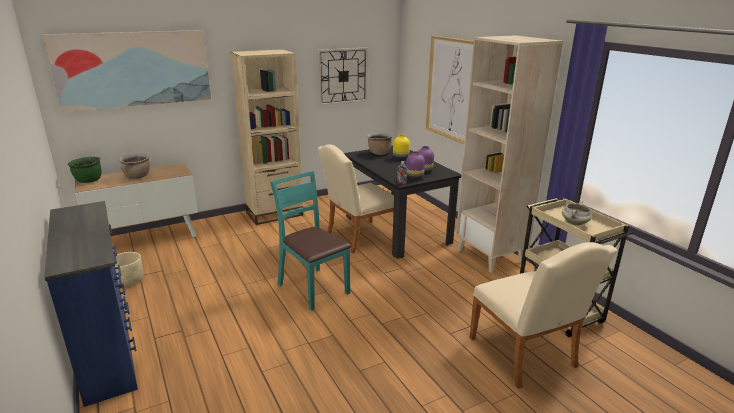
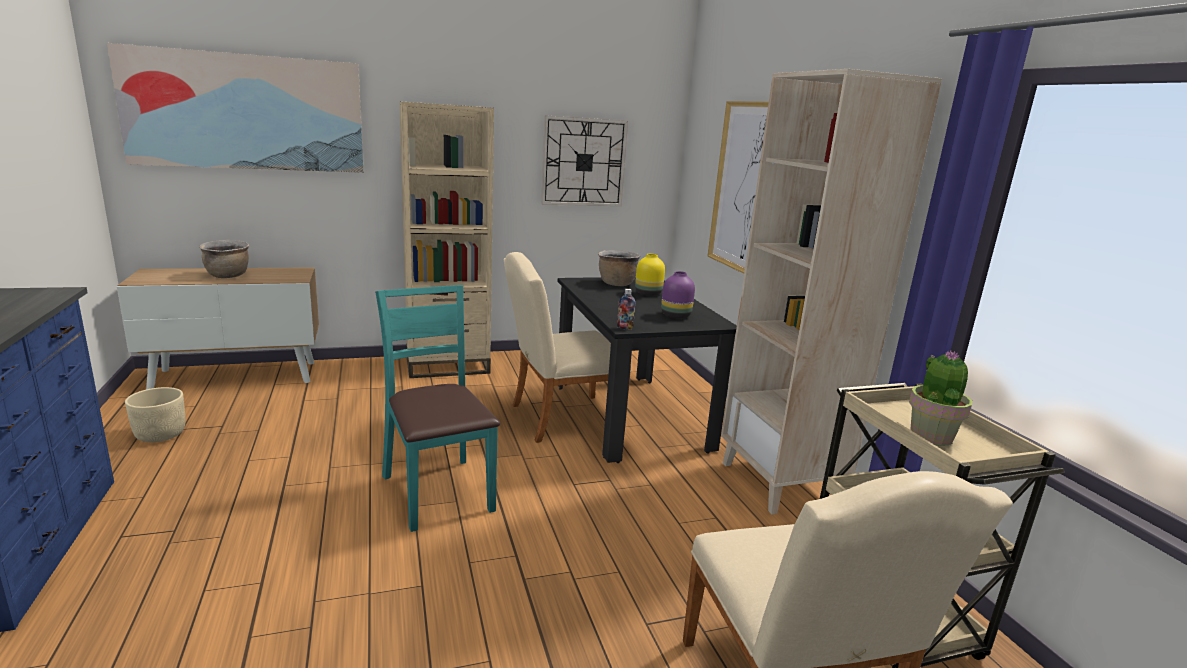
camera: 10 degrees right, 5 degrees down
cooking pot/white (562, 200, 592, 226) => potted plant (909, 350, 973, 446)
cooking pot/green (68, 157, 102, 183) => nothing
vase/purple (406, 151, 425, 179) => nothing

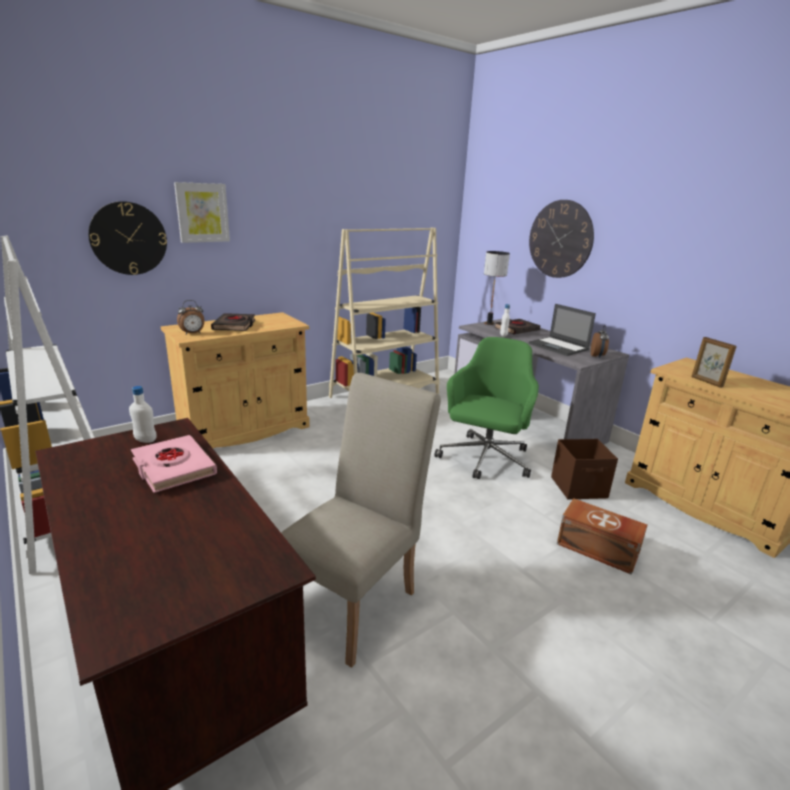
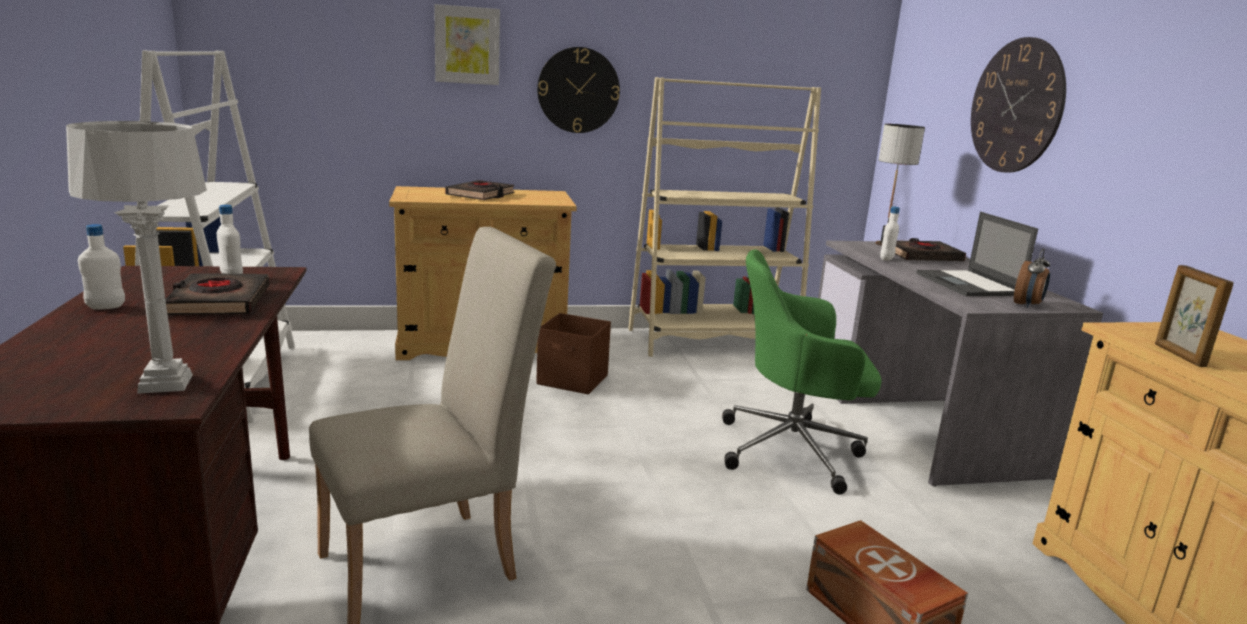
camera: 25 degrees right, 5 degrees down
nothing => table lamp/grey (66, 121, 207, 394)
nothing => bottle/white (78, 224, 125, 309)
book/pink (131, 435, 217, 493) => book/black (165, 273, 270, 315)
storage box/brown (551, 439, 618, 499) => storage box/brown (536, 313, 611, 394), relocated
wall clock (88, 201, 167, 275) => wall clock (537, 47, 620, 133), relocated
office chair/green (434, 337, 539, 479) => office chair/green (722, 250, 882, 494), 135 degrees counterclockwise
alarm clock (177, 300, 204, 335) => nothing

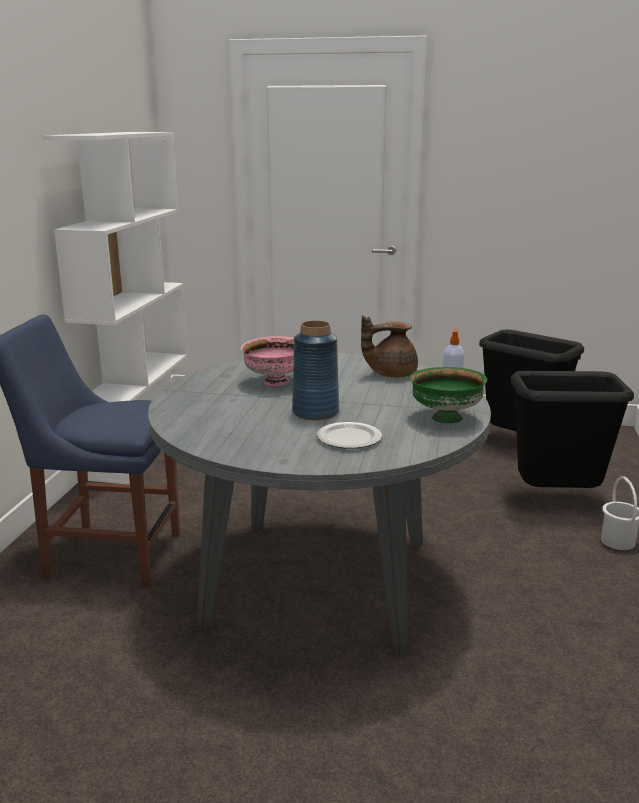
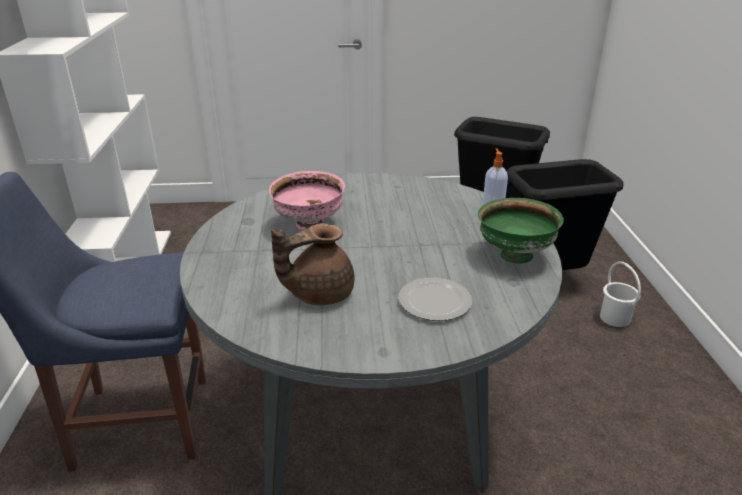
camera: 15 degrees left, 10 degrees up
teapot/brown (361, 316, 418, 377) => teapot/brown (271, 223, 355, 305), relocated
vase/blue (292, 321, 339, 420) => nothing

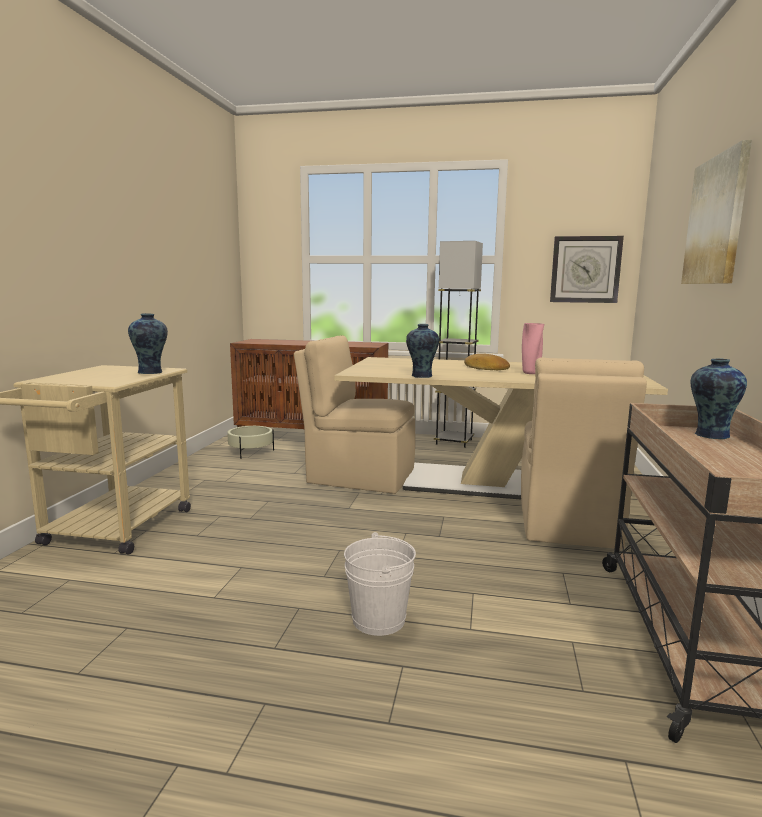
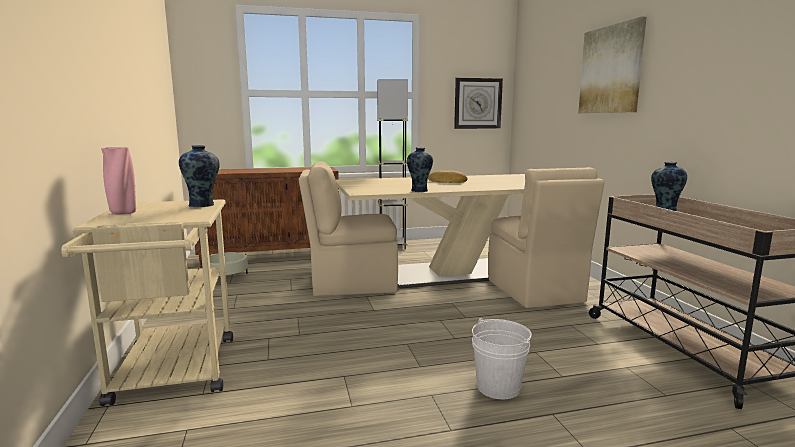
camera: 25 degrees left, 0 degrees up
vase/pink (522, 323, 545, 374) => vase/pink (101, 147, 136, 214), relocated

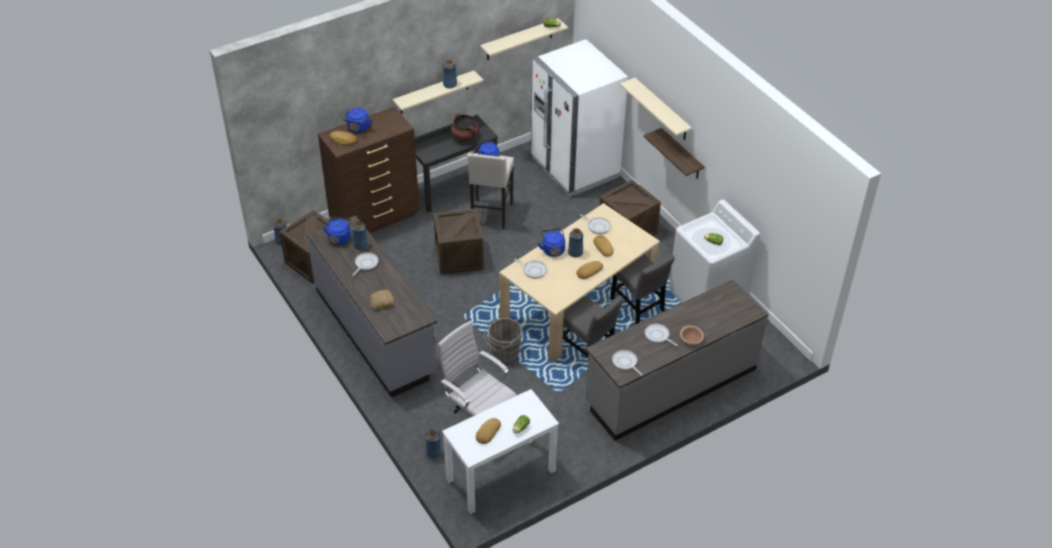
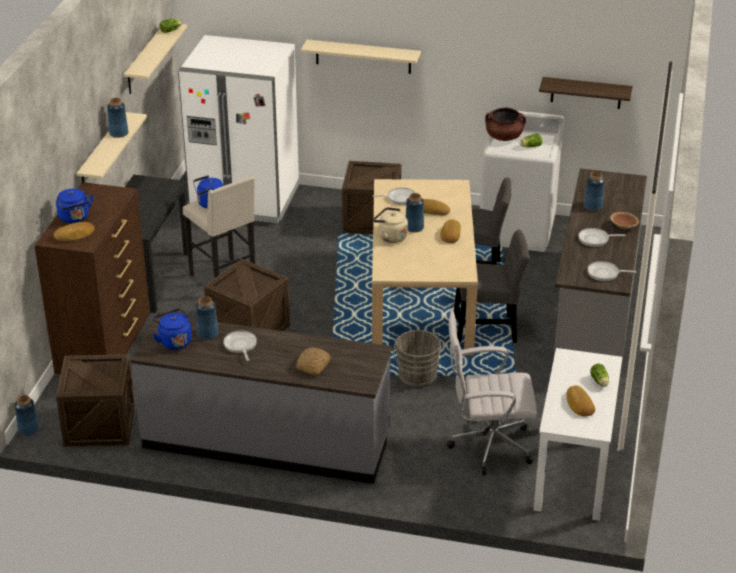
camera: 45 degrees left, 10 degrees down
kettle/blue (538, 228, 565, 257) => kettle/beige (373, 207, 408, 243)
cooking pot/brown (451, 114, 479, 142) => cooking pot/brown (485, 107, 526, 141), relocated
shelf (643, 128, 705, 179) => shelf (539, 77, 633, 109), relocated
vase/blue (425, 429, 442, 459) => vase/blue (584, 172, 605, 211), relocated
frying pan (514, 259, 547, 279) => nothing

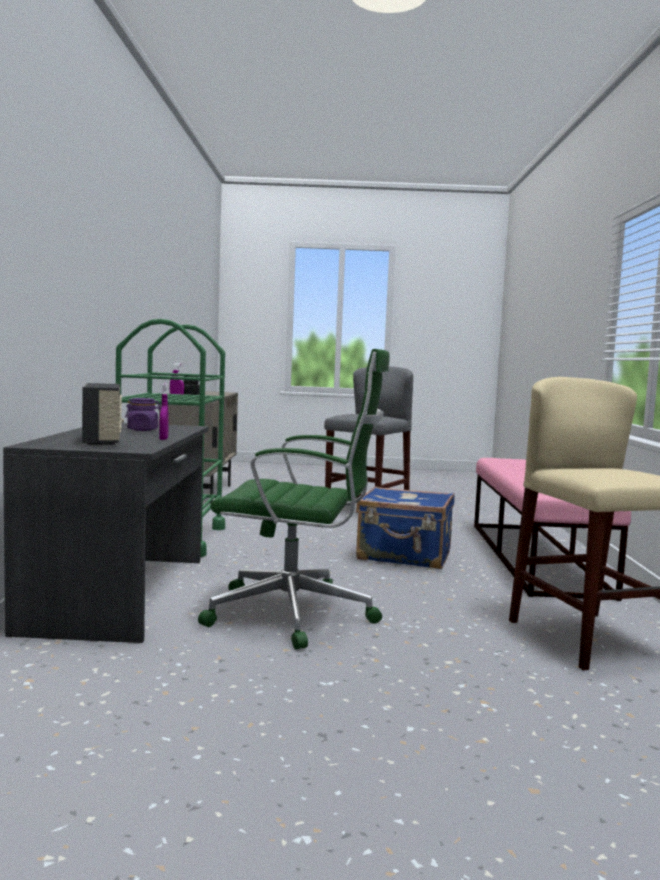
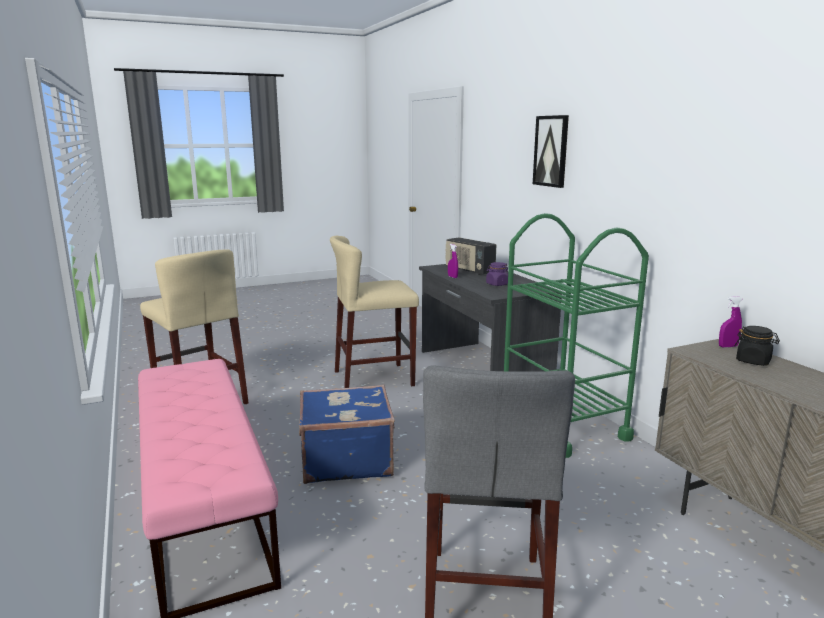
camera: 155 degrees right, 10 degrees up
office chair/green (198, 349, 390, 649) => stool/beige (330, 236, 419, 388)
nothing => picture (533, 115, 569, 188)

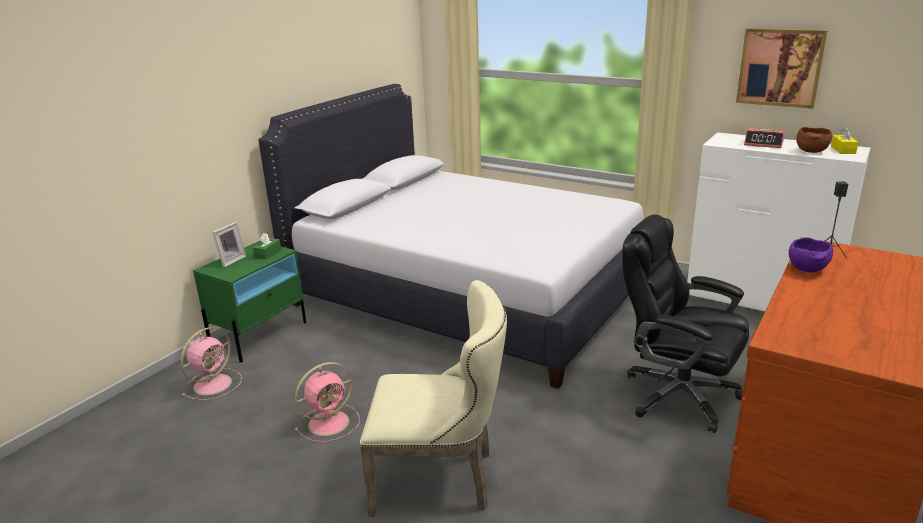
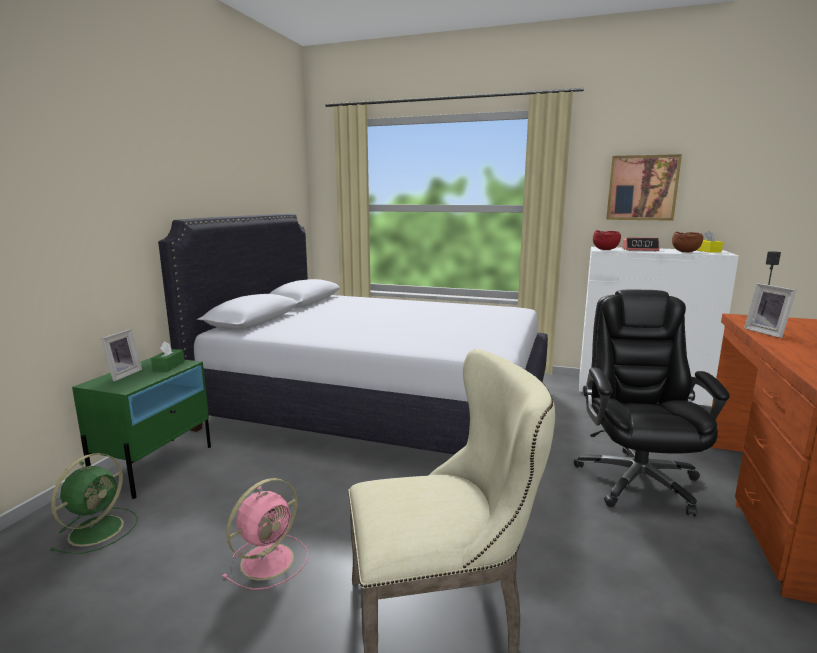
camera: 15 degrees left, 10 degrees down
fan/pink (180, 327, 242, 400) => fan/green (49, 453, 138, 554)
office chair/black (622, 214, 749, 433) => office chair/black (574, 289, 730, 516), 75 degrees clockwise
nothing => bowl/red (593, 230, 621, 250)
bowl/purple (789, 237, 833, 272) => picture frame (744, 283, 797, 338)

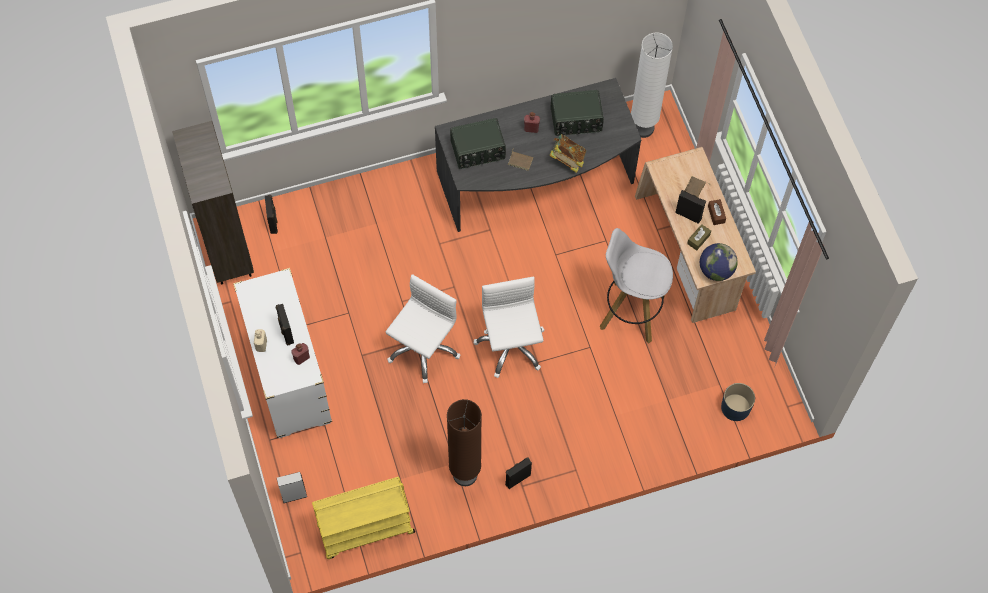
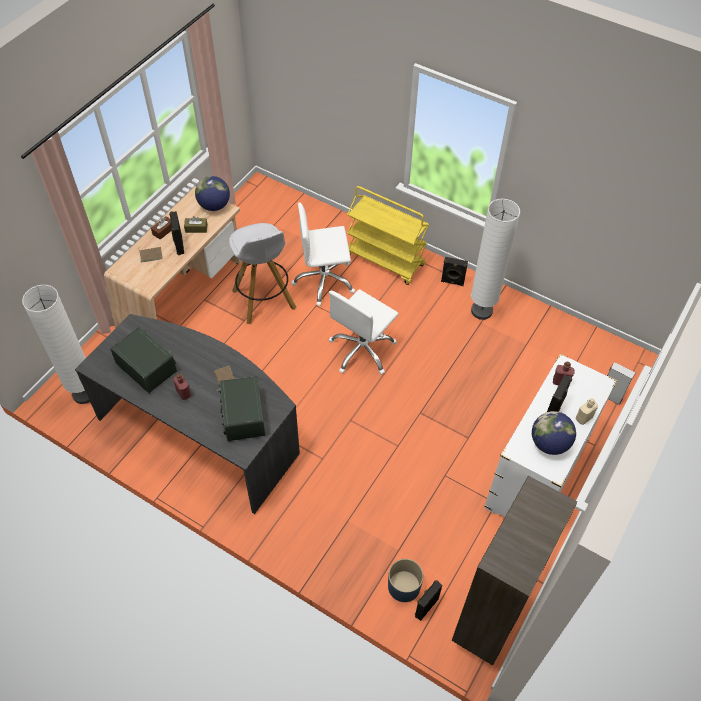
camera: 130 degrees left, 10 degrees down
radio (450, 118, 506, 169) => radio (217, 376, 265, 441), 135 degrees counterclockwise
office chair/white (386, 274, 460, 383) => office chair/white (291, 202, 355, 306), relocated
cart/yellow (312, 477, 415, 559) => cart/yellow (347, 186, 429, 285), relocated
planter/blue (721, 383, 755, 421) => planter/blue (388, 559, 423, 602), relocated
floor lamp/brown (447, 399, 482, 486) => floor lamp/white (471, 199, 520, 320)
nothing => globe (532, 411, 576, 455)
book (549, 134, 587, 173) => nothing

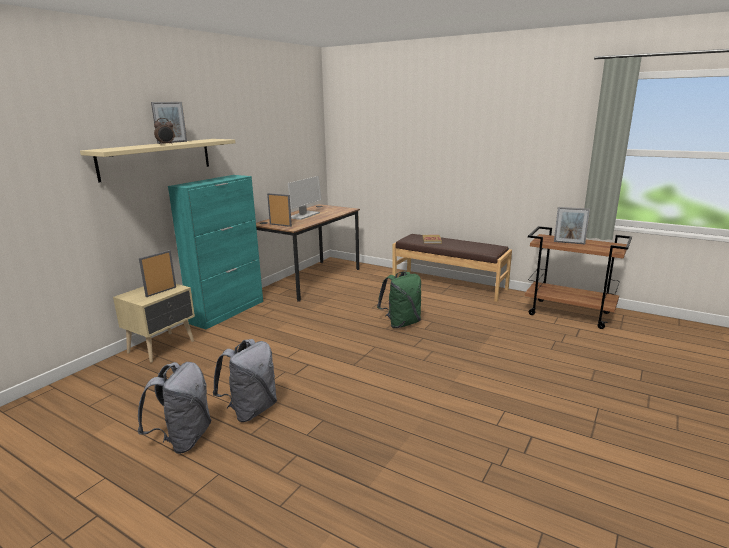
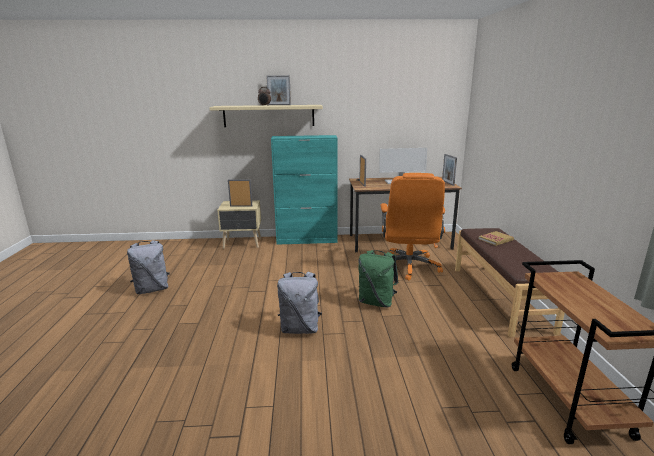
camera: 55 degrees right, 0 degrees up
backpack/grey (213, 339, 277, 422) => backpack/grey (277, 272, 322, 334), relocated
nothing => office chair/orange (380, 173, 445, 280)
picture frame (554, 207, 590, 244) => picture frame (442, 154, 457, 186), relocated

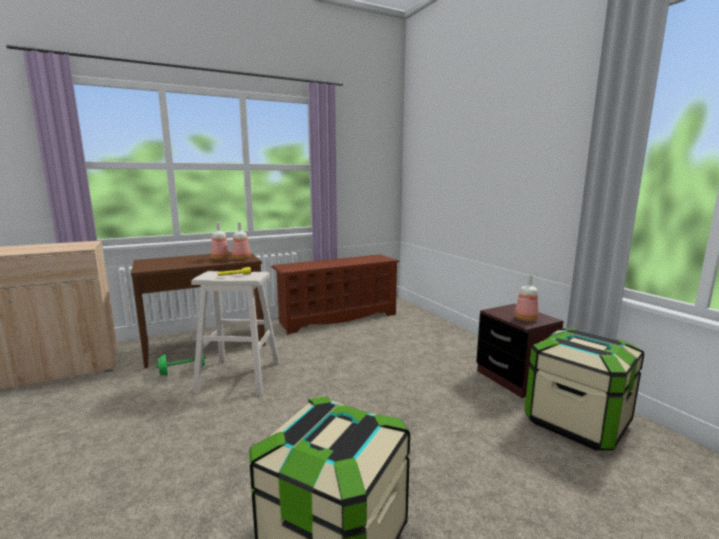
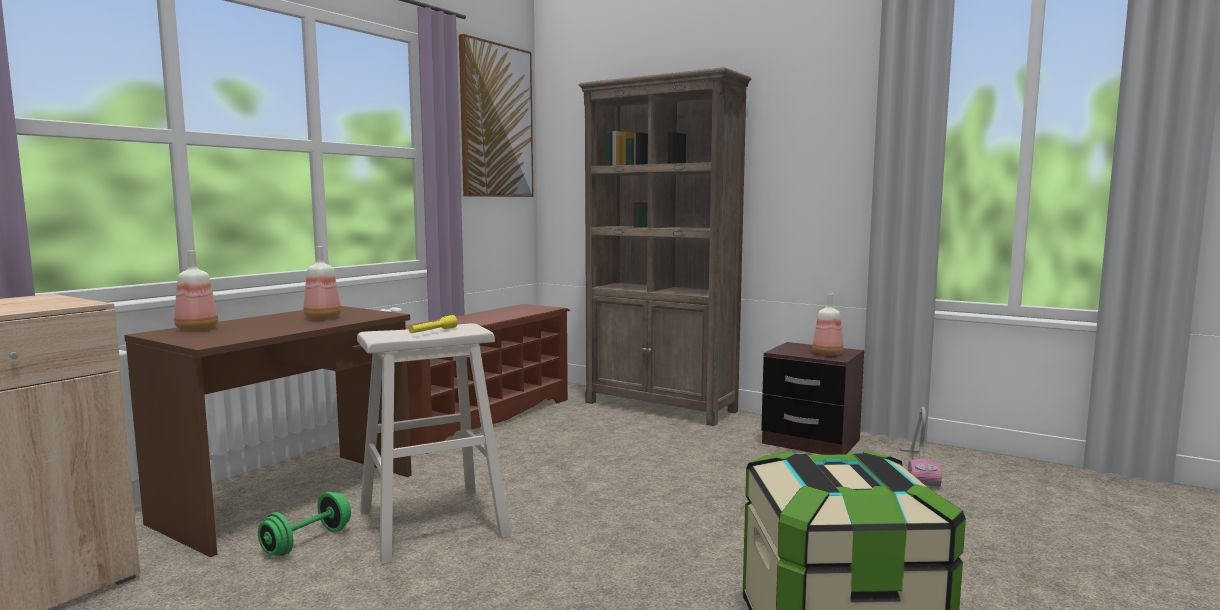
camera: 30 degrees left, 5 degrees down
bottle (232, 222, 251, 260) => bottle (174, 250, 218, 331), relocated
nothing => picture (459, 34, 534, 197)
nothing => bookcase/brown (578, 67, 751, 426)
storage box (524, 329, 644, 451) => vacuum cleaner (900, 407, 942, 487)

